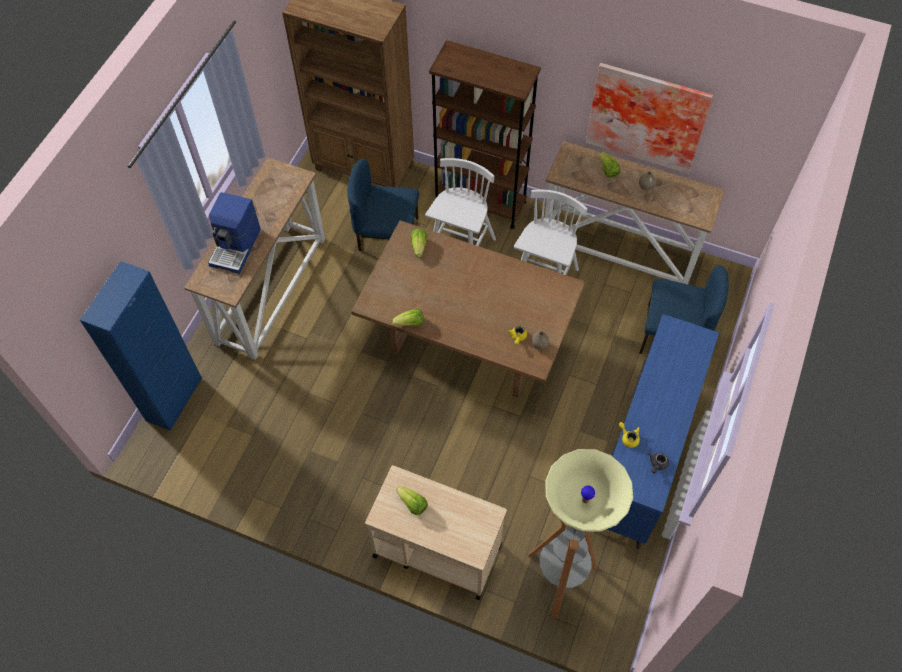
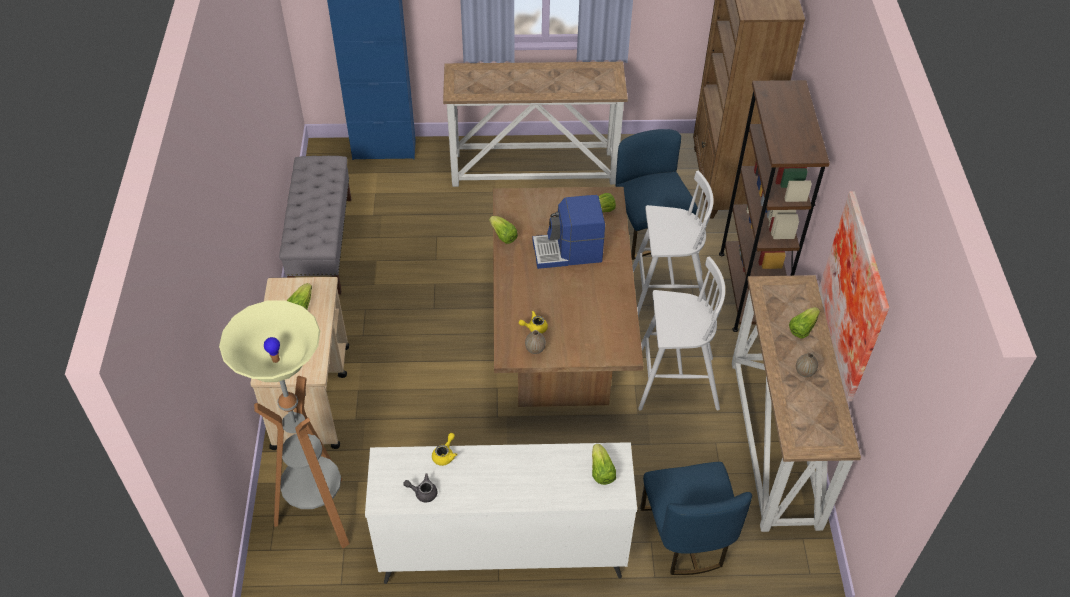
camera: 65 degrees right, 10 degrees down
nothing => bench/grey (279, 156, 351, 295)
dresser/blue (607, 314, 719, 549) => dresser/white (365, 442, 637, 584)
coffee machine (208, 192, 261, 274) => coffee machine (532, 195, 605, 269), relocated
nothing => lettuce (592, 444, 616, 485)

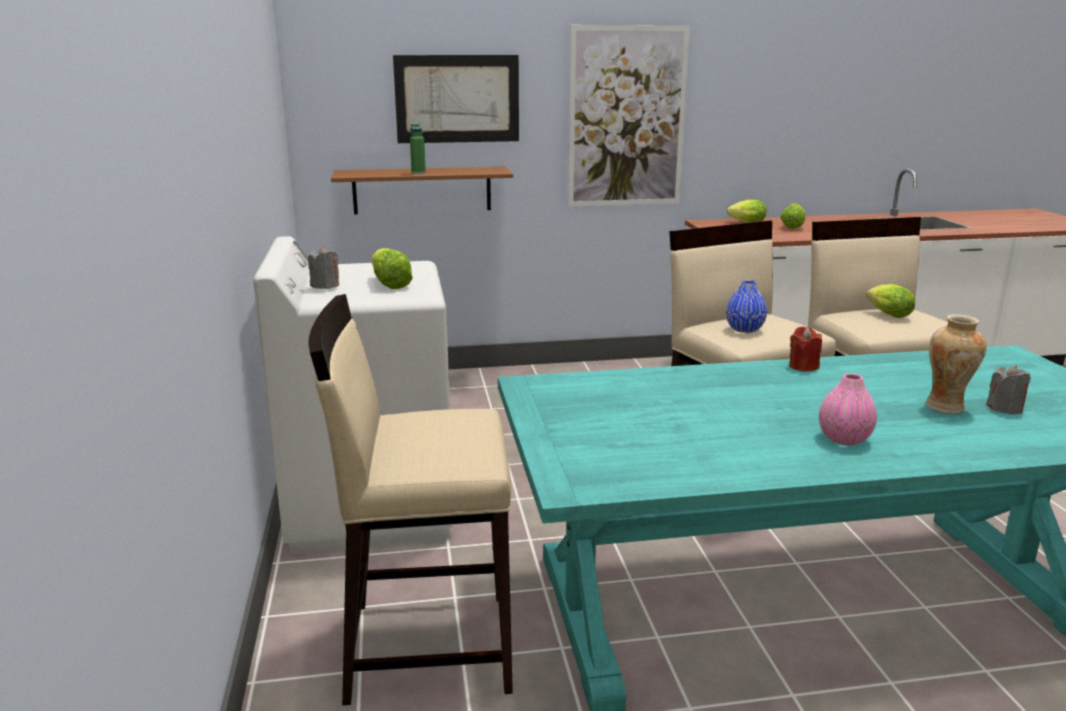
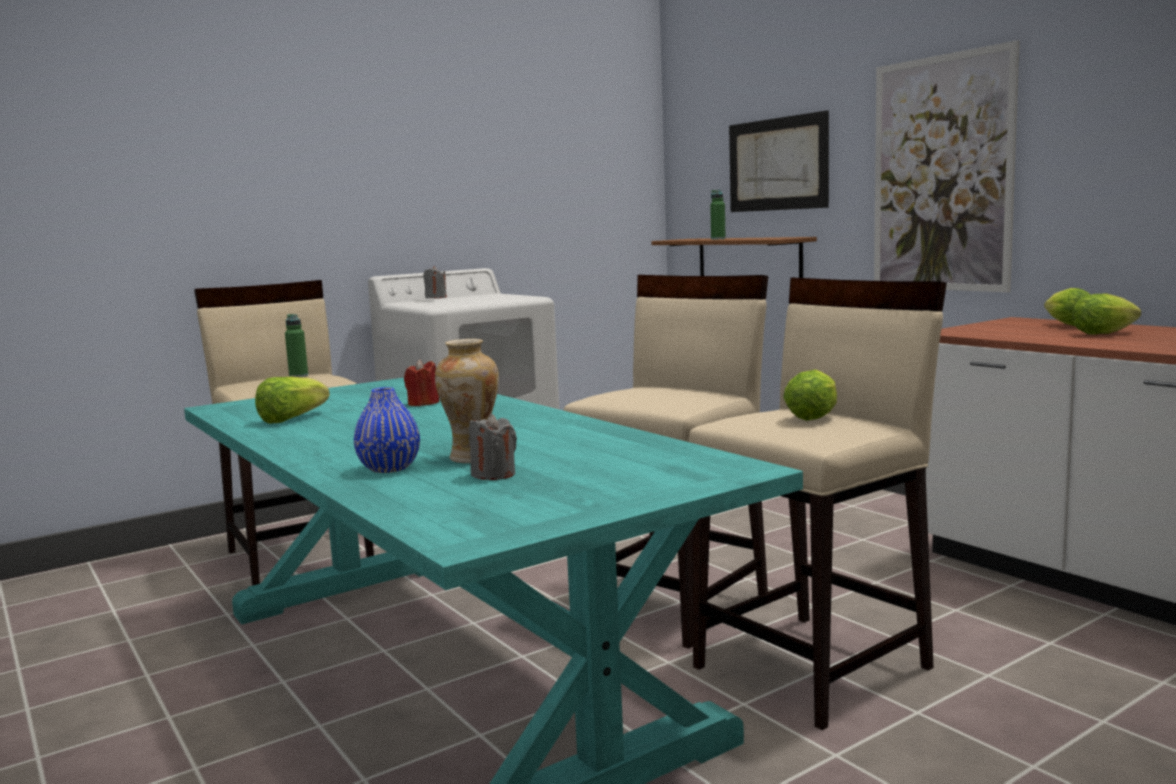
camera: 65 degrees right, 10 degrees down
lettuce (371, 248, 413, 289) => lettuce (255, 377, 330, 424), relocated
nothing => bottle/green (285, 314, 308, 377)
vase/blue (726, 280, 767, 333) => vase/blue (354, 387, 420, 473), relocated
candle/red (789, 326, 822, 371) => candle/red (404, 360, 439, 406), relocated
vase/pink (819, 373, 877, 446) => nothing

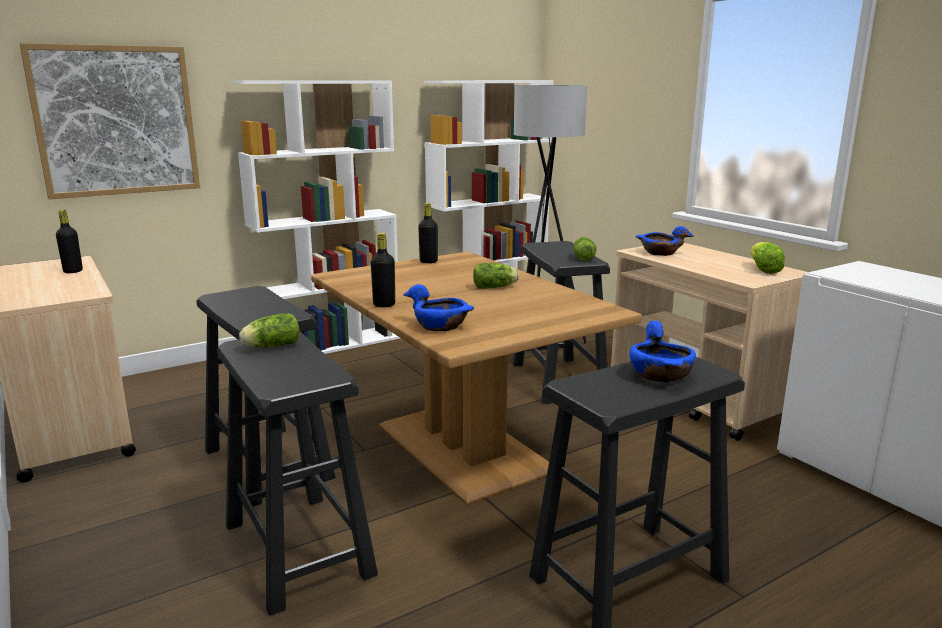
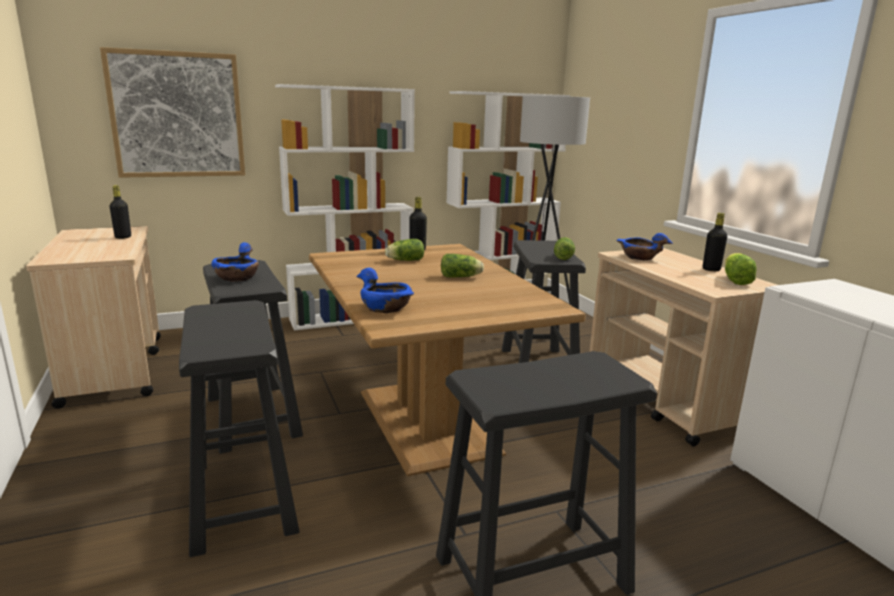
camera: 10 degrees right, 0 degrees up
bowl/blue (629, 321, 696, 383) => bowl/blue (212, 242, 259, 282), relocated
lettuce (239, 313, 300, 348) => lettuce (385, 239, 424, 261), relocated
bottle/black (371, 233, 395, 307) => bottle/black (703, 213, 727, 271), relocated

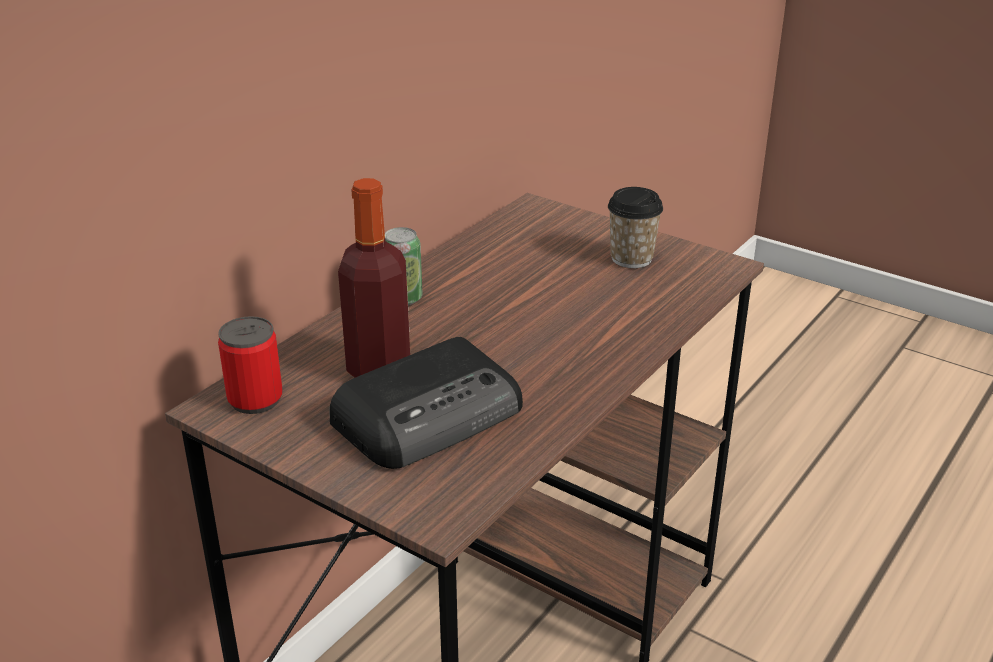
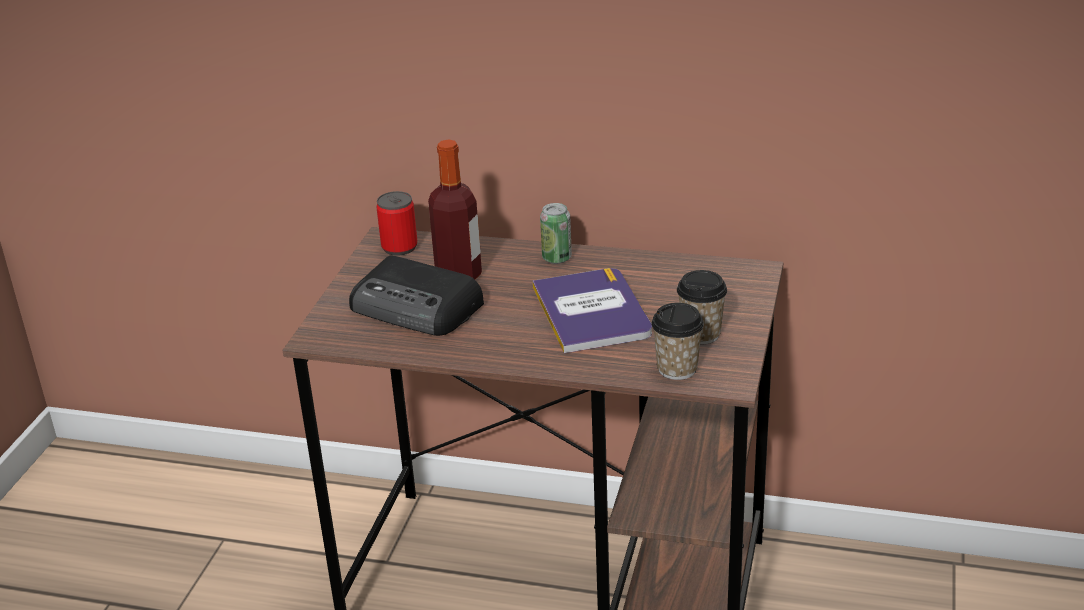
camera: 70 degrees right, 0 degrees up
nothing => book (532, 268, 652, 353)
nothing => cup (651, 303, 704, 380)

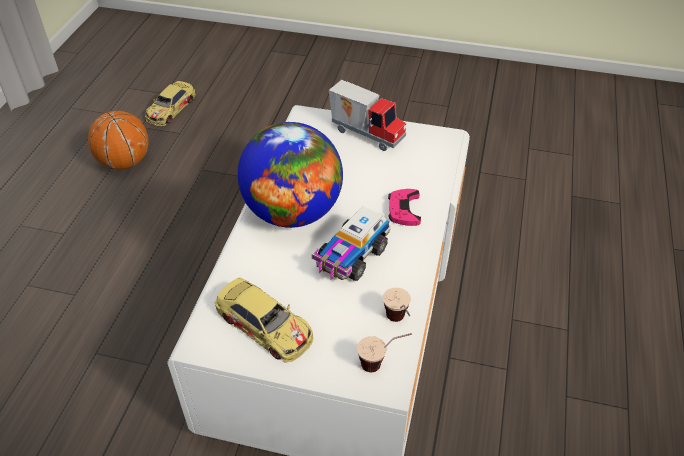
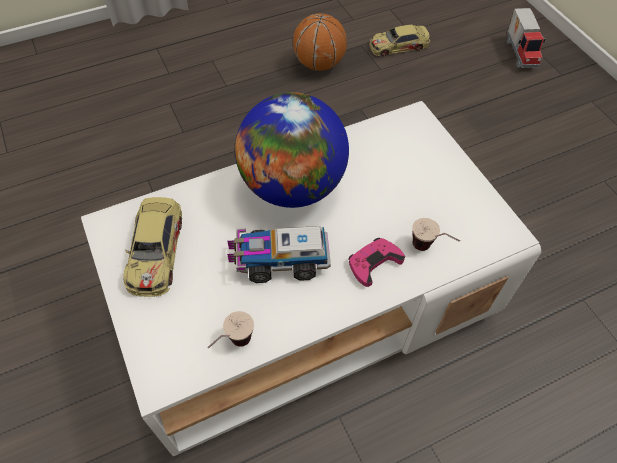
camera: 50 degrees right, 10 degrees up
cup (357, 333, 412, 372) => cup (412, 218, 460, 251), relocated
toy truck (329, 80, 406, 151) => toy truck (507, 8, 546, 68), relocated

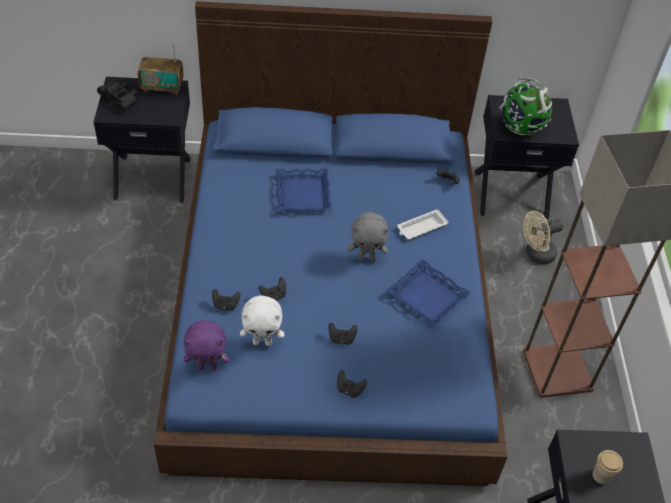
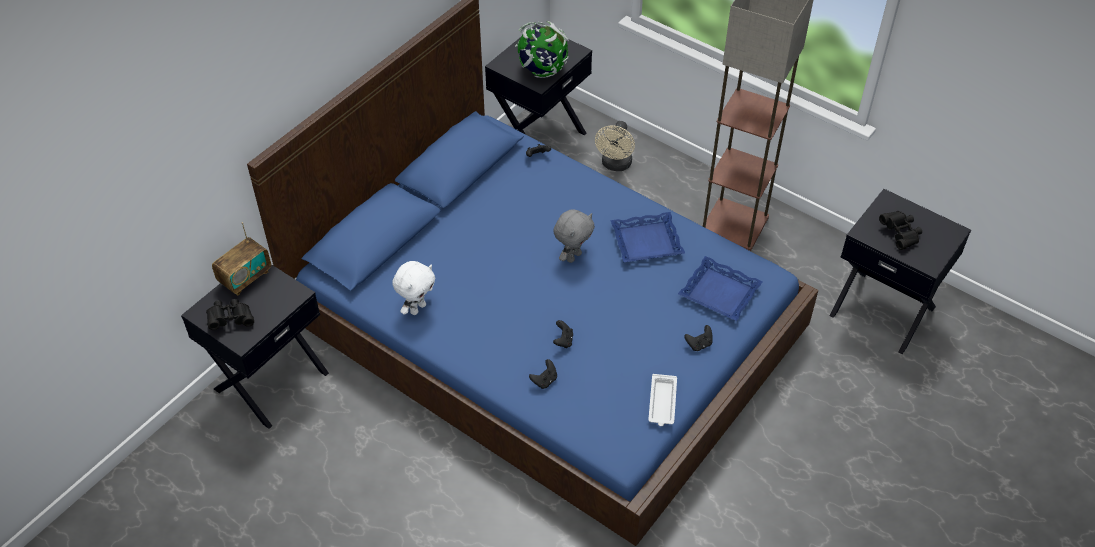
camera: 50 degrees left, 0 degrees up
plush toy/white (240, 295, 284, 346) => plush toy/white (392, 261, 436, 315), relocated
tray/white (397, 209, 448, 240) => tray/white (648, 374, 677, 426), relocated
tray/blue (276, 168, 332, 211) => tray/blue (678, 256, 763, 321), relocated
cup (593, 450, 623, 485) => binoculars/black (879, 211, 922, 250)
plush toy/purple (183, 320, 229, 371) => nothing
game controller/black (329, 323, 358, 345) => nothing

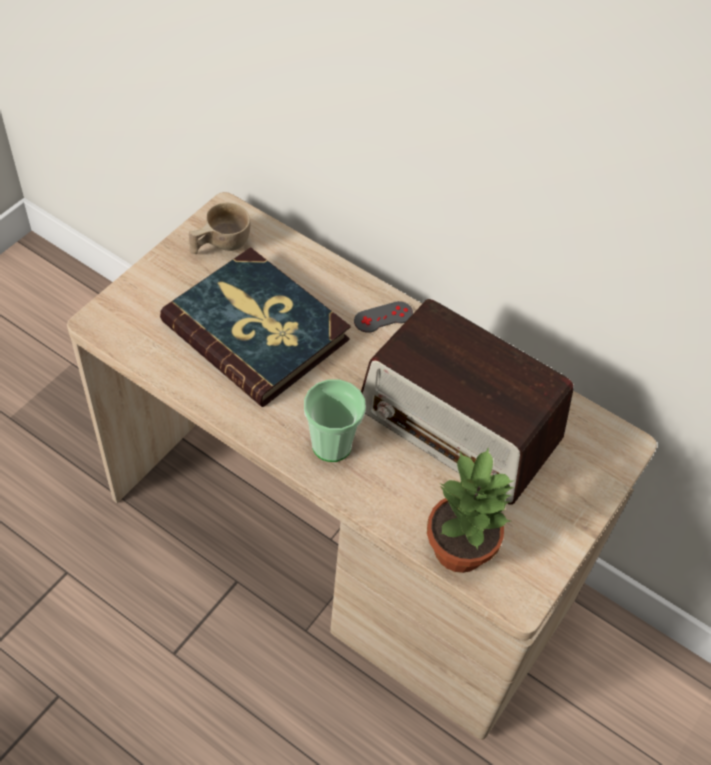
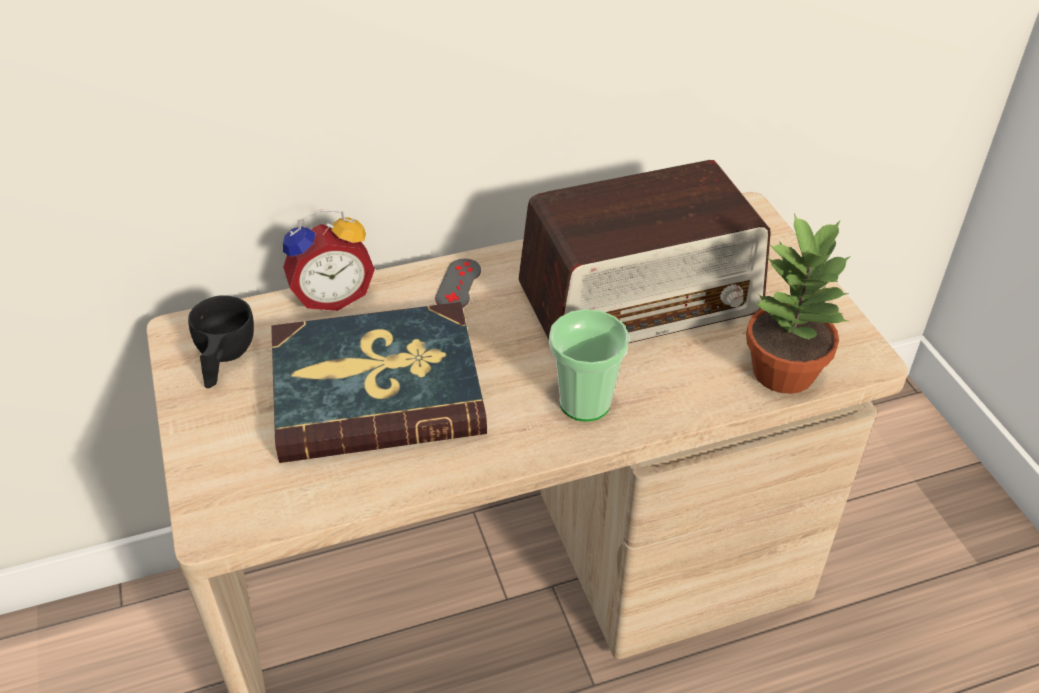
camera: 50 degrees left, 10 degrees down
cup/beige (189, 203, 250, 254) => cup/black (188, 295, 254, 388)
nothing => alarm clock (283, 210, 375, 311)

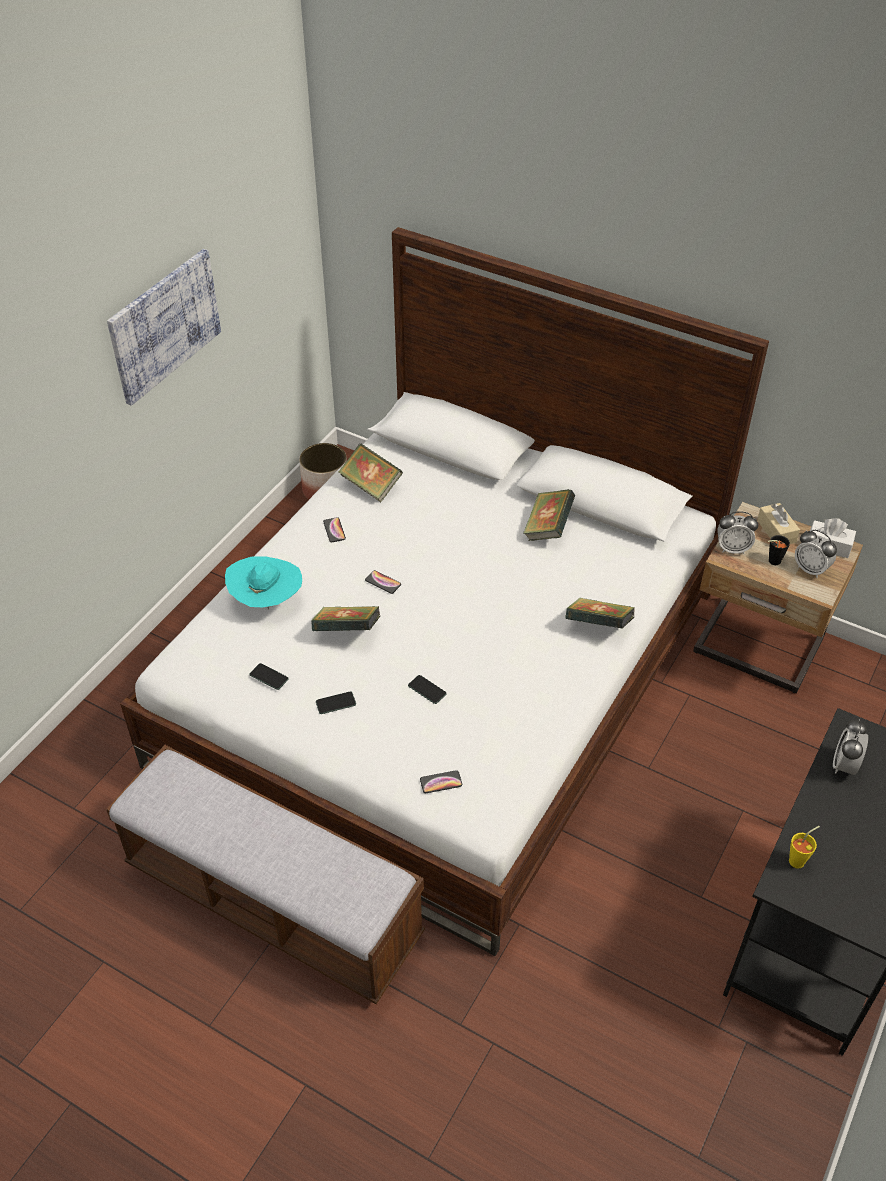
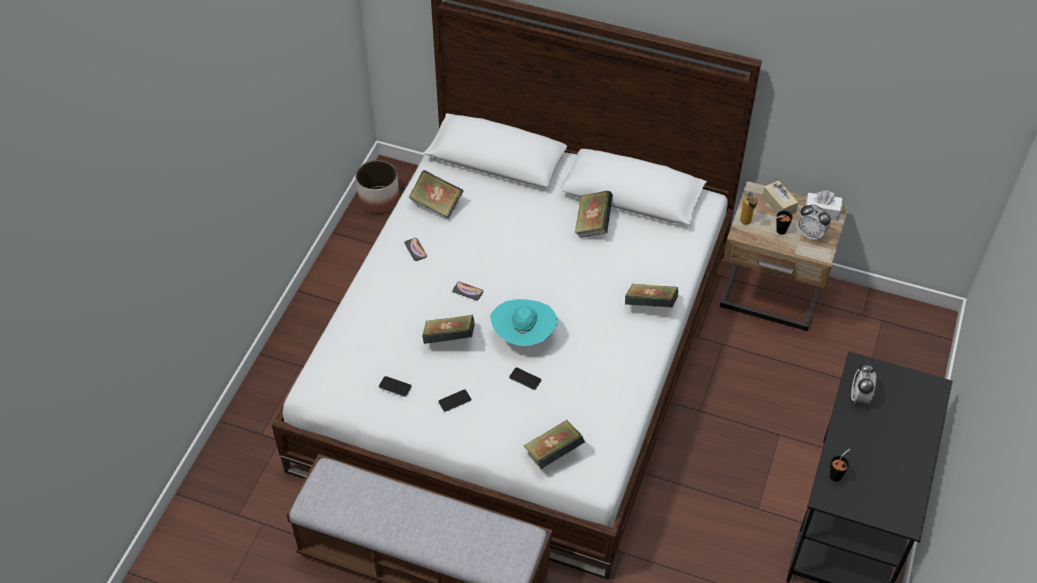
camera: 10 degrees left, 5 degrees up
hat/turquoise (225, 557, 302, 610) => hat/turquoise (490, 299, 558, 346), relocated
phone (420, 770, 462, 793) => book (523, 420, 585, 469)
alarm clock (717, 511, 758, 554) => bottle (740, 192, 758, 225)
cup/yellow (789, 826, 820, 869) => cup/black (830, 449, 850, 482)
picture (107, 249, 221, 406) => nothing

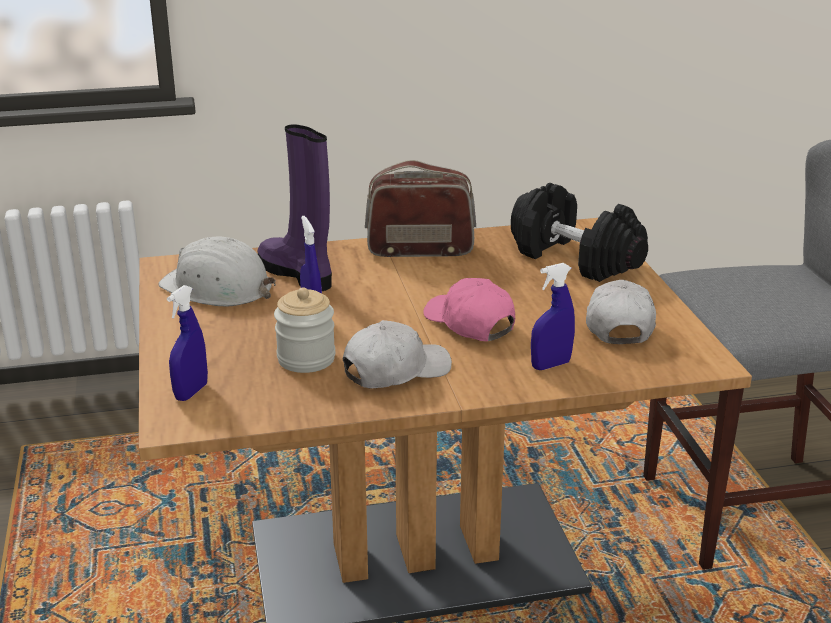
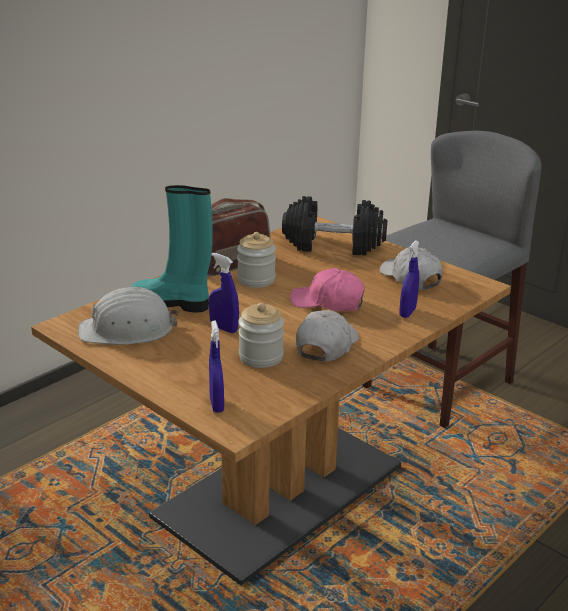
camera: 35 degrees left, 0 degrees up
boot/purple (258, 124, 332, 291) => boot/turquoise (131, 185, 213, 312)
nothing => jar (237, 232, 276, 288)

